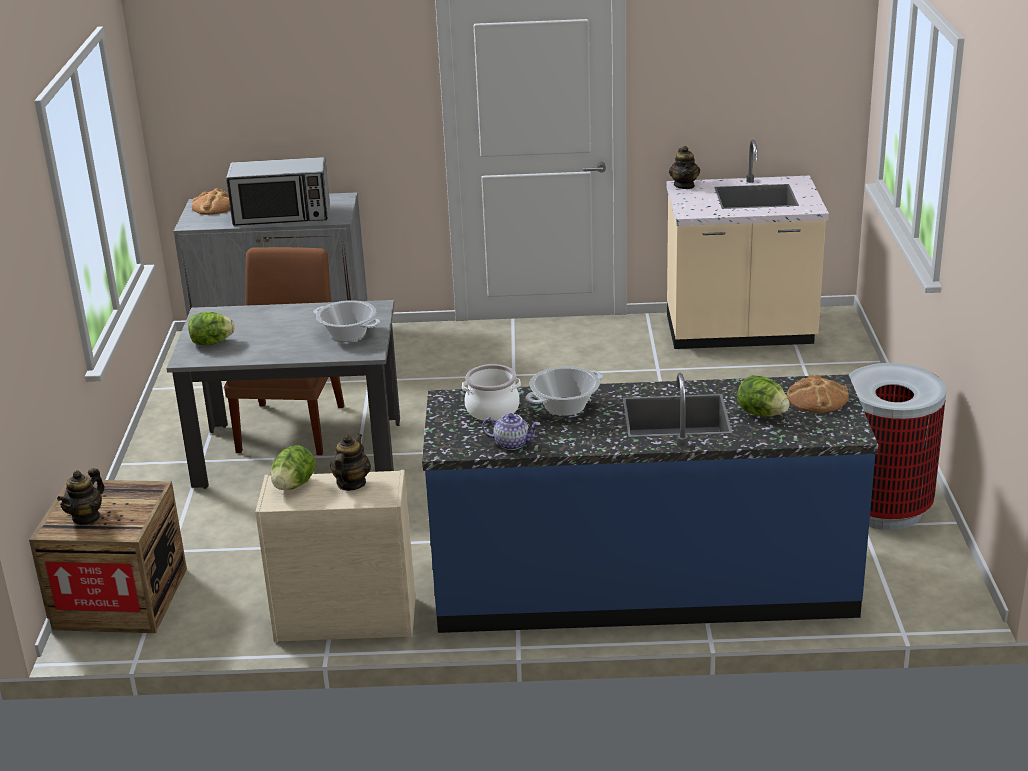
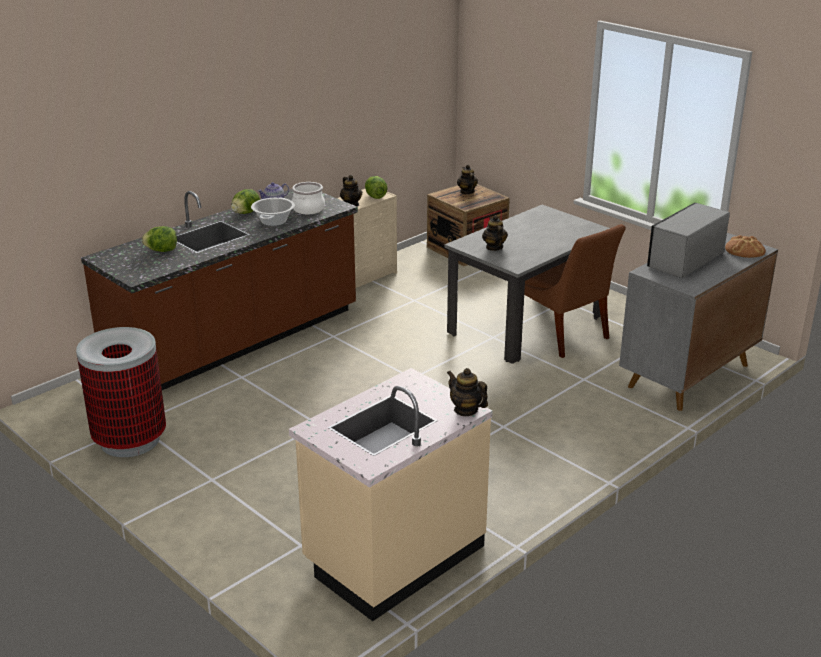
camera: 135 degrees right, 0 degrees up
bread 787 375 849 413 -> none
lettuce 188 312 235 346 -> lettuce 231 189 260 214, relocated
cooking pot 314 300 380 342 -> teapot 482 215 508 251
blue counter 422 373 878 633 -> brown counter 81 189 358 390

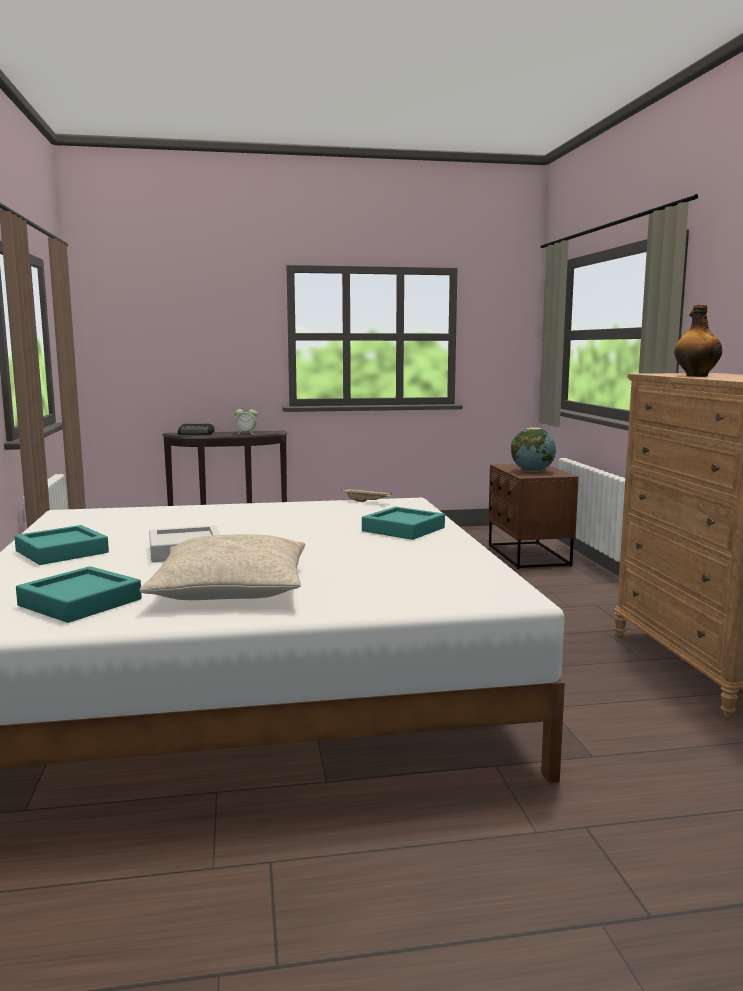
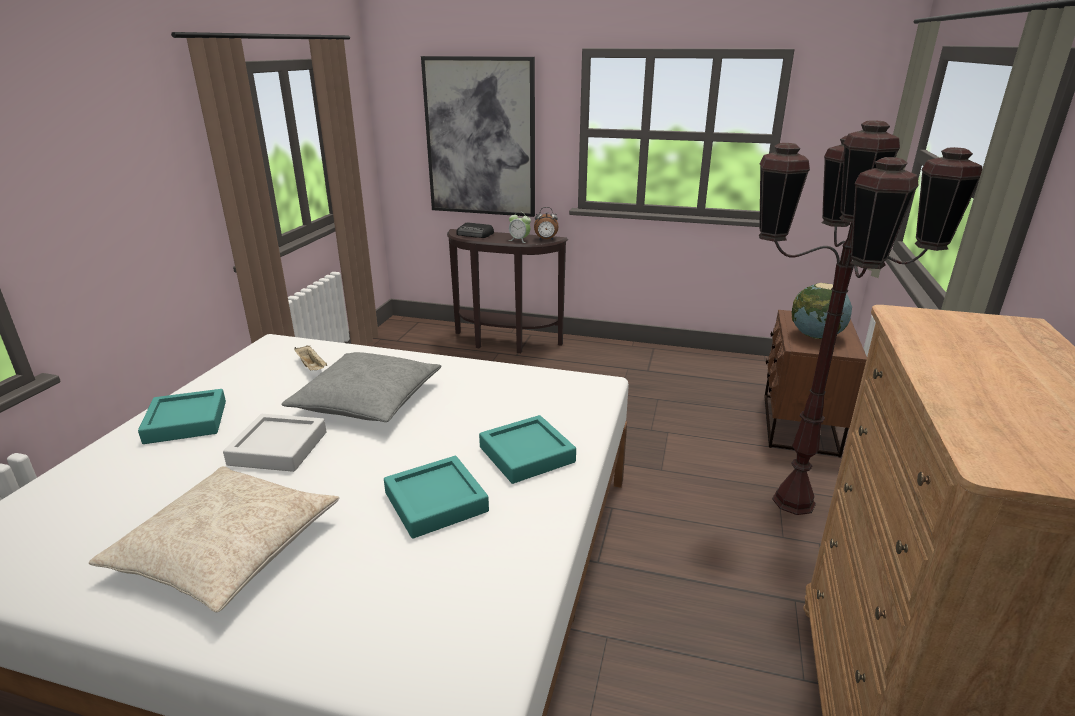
camera: 25 degrees right, 15 degrees up
bottle 674 305 722 377 -> none
none -> grey pillow 281 352 441 422
none -> picture 421 56 535 217
none -> alarm clock 534 207 558 240
none -> brown floor lamp 759 120 982 515
turquoise tray 16 566 142 623 -> turquoise tray 384 456 489 539, relocated
beige tray 341 488 392 502 -> beige tray 294 345 327 370, relocated

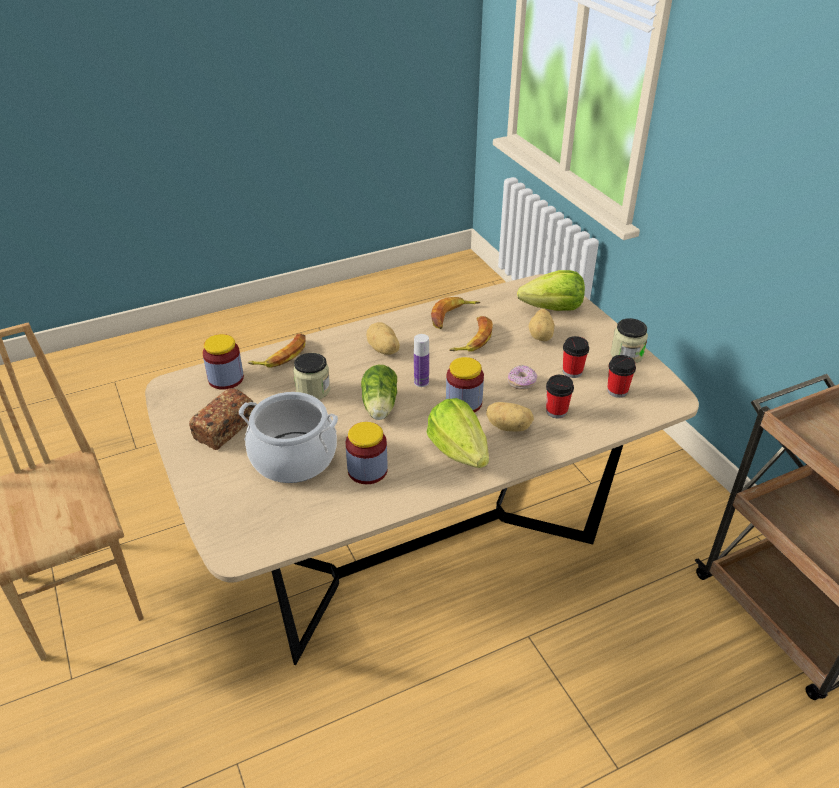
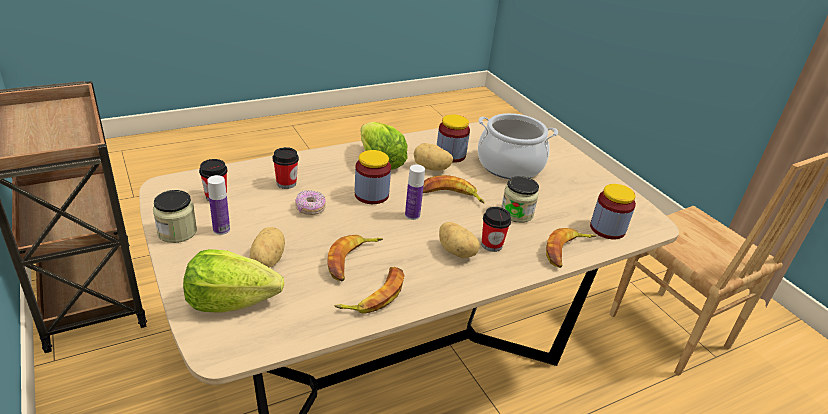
camera: 175 degrees right, 5 degrees down
bread 189 388 255 450 -> none
none -> bottle 207 175 230 235
potato 486 402 534 432 -> potato 414 143 453 171, relocated
cup 563 336 589 378 -> cup 481 207 511 252, relocated
lettuce 361 365 397 420 -> banana 423 175 485 203

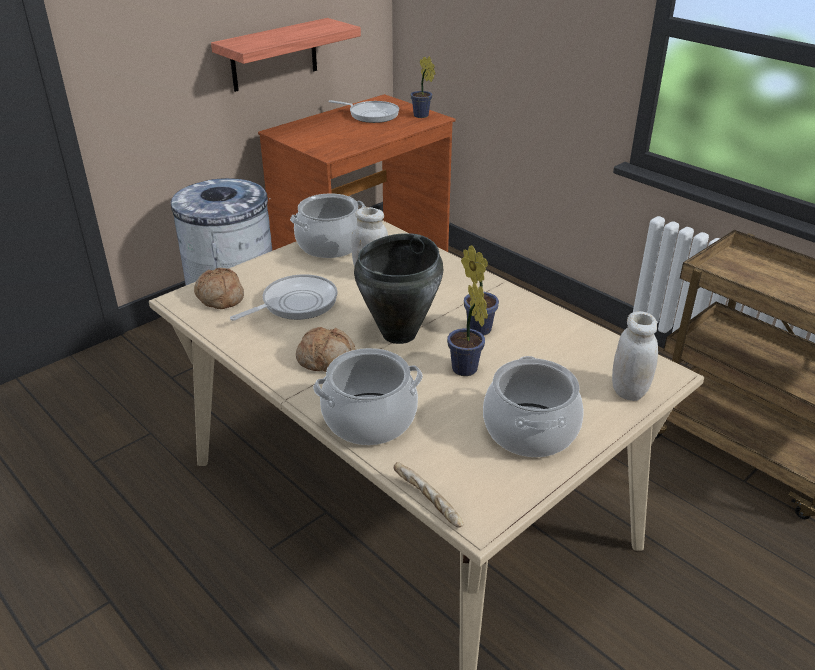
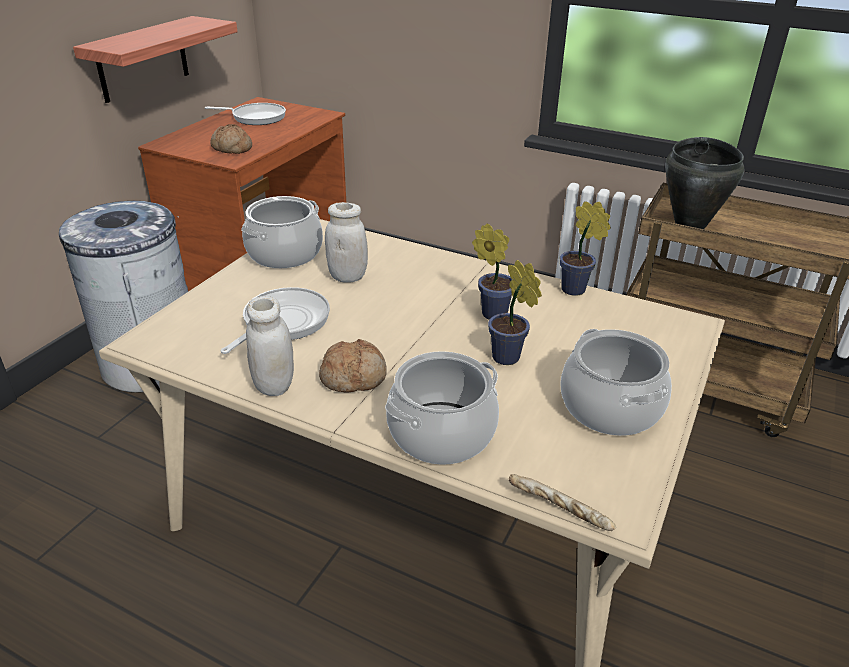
camera: 20 degrees left, 0 degrees up
bread 194 268 244 309 -> bread 210 124 252 154, relocated
black cooking pot 354 233 443 344 -> black cooking pot 665 137 744 229, relocated
potted plant 410 56 436 118 -> potted plant 560 201 611 296, relocated
white jar 612 311 658 401 -> white jar 246 296 294 396, relocated

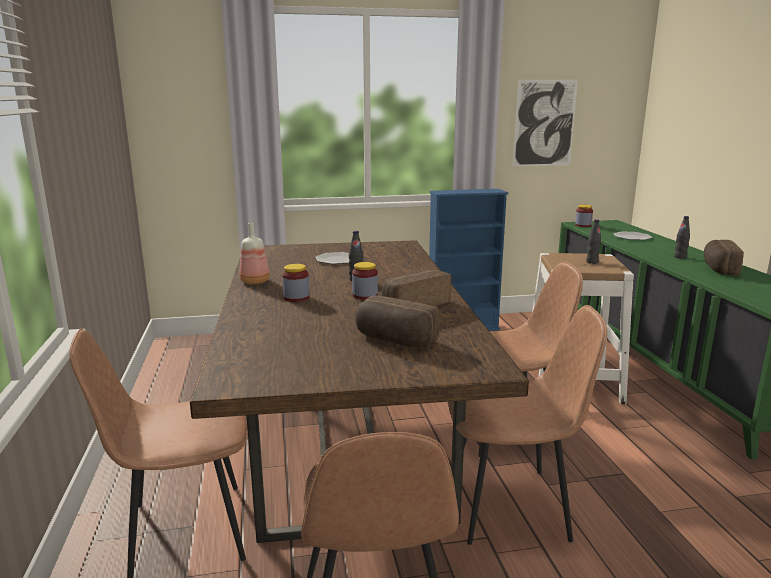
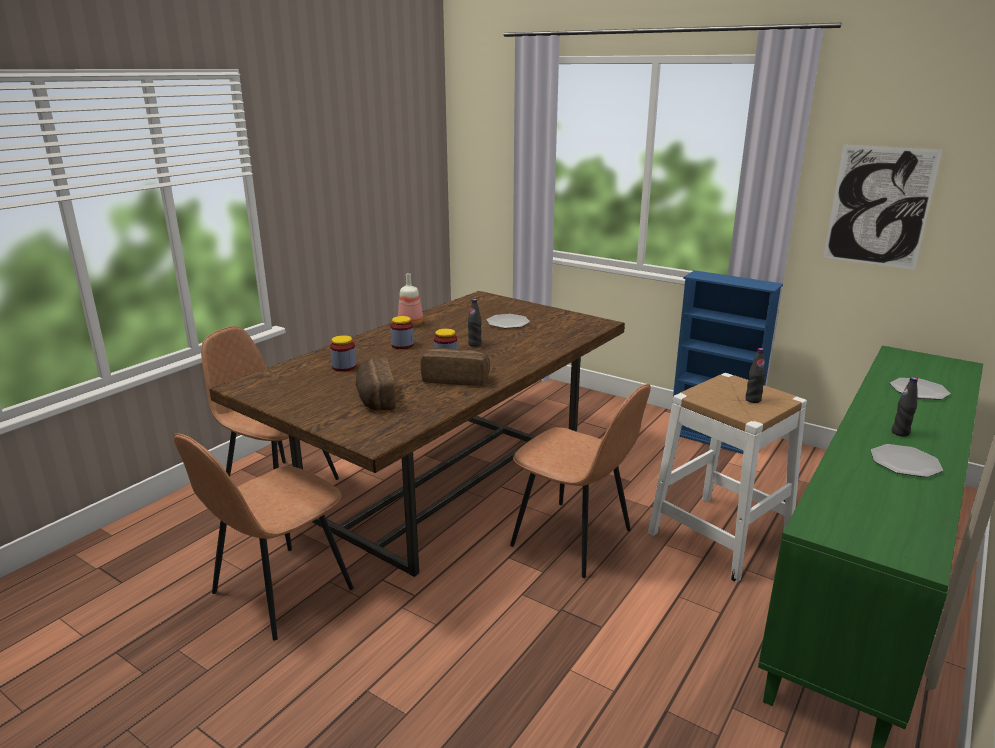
camera: 45 degrees right, 5 degrees up
brown chair 448 305 607 545 -> none
jar 575 205 593 227 -> jar 330 335 356 372, relocated
bread 704 240 744 276 -> plate 871 444 943 477

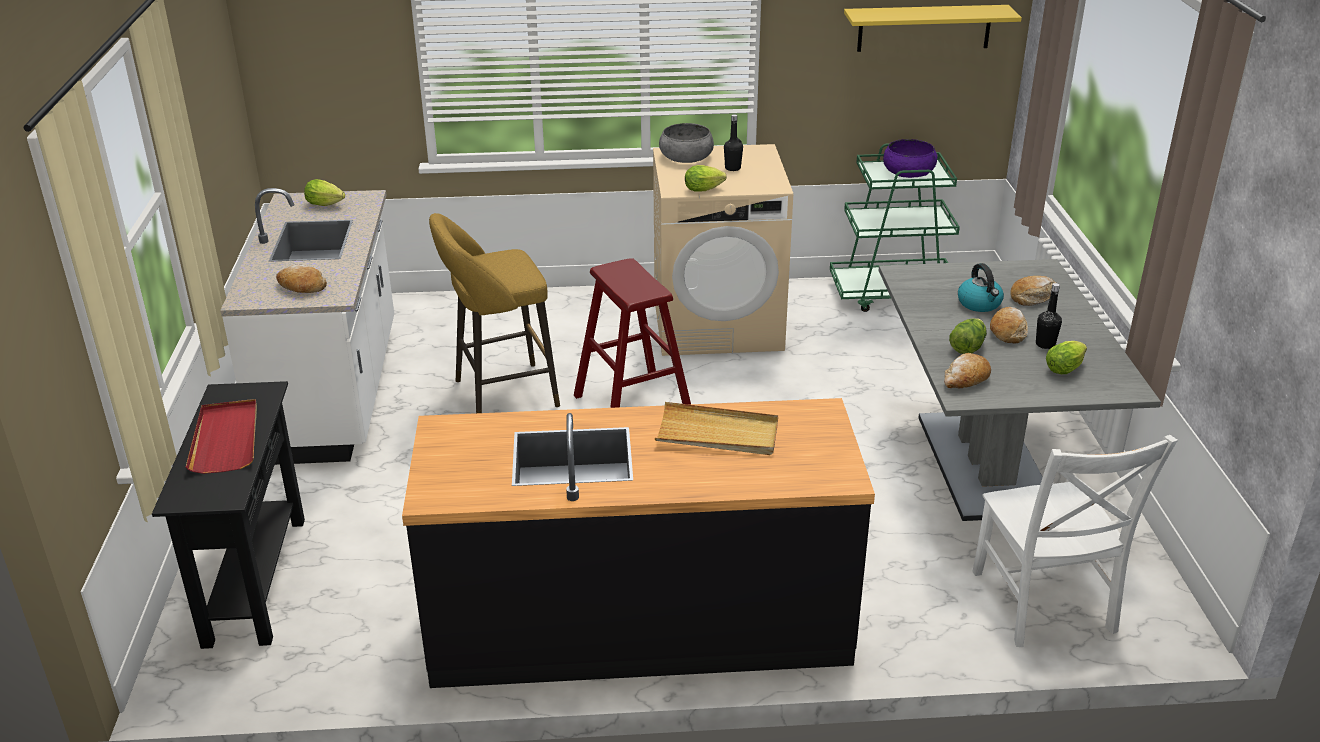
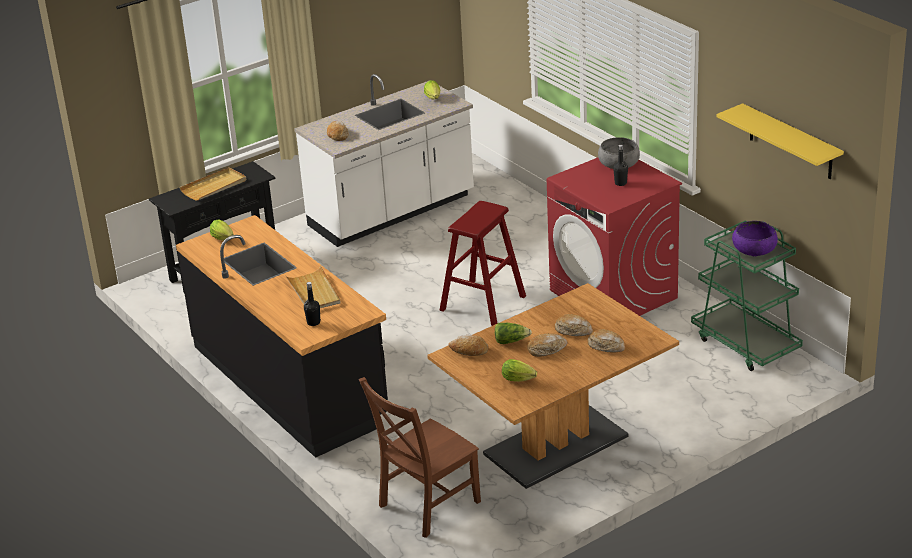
camera: 60 degrees right, 0 degrees up
yellow stool 429 213 560 413 -> none
lettuce 685 165 727 192 -> lettuce 210 219 234 241, relocated
black bottle 1036 283 1062 349 -> black bottle 304 282 321 326, relocated
kettle 958 263 1004 312 -> bread 555 314 593 336
red tray 186 399 257 474 -> beige tray 179 167 246 201
beige washing machine 653 144 793 356 -> red washing machine 547 158 682 316
grey dining table 879 259 1161 521 -> brown dining table 427 283 679 489
white chair 972 435 1178 647 -> brown chair 359 377 481 538

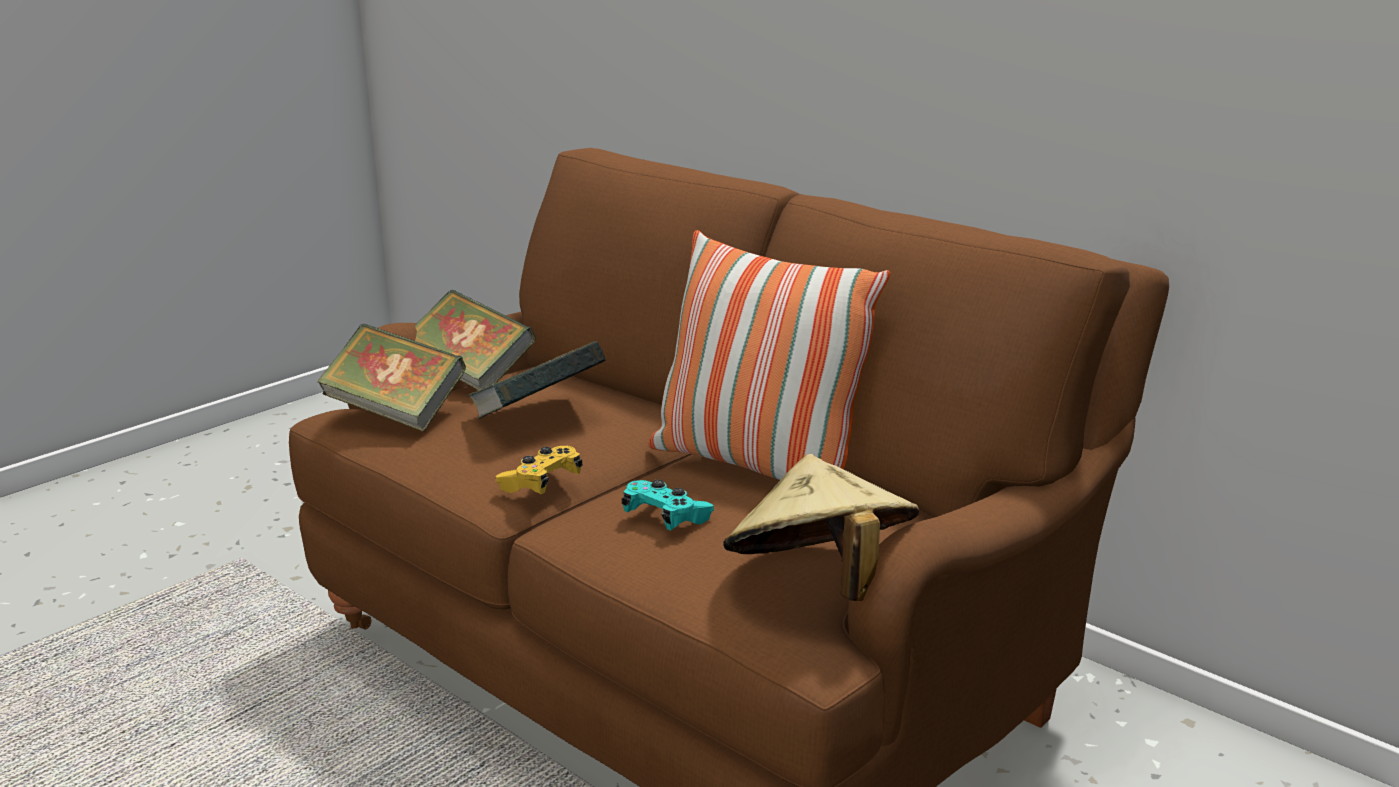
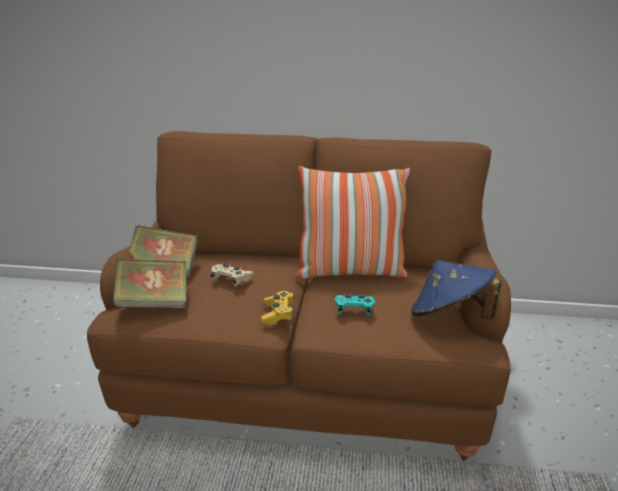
camera: 35 degrees left, 5 degrees up
book 467 341 606 419 -> beige game controller 211 263 253 286
beige hat 723 454 919 601 -> blue hat 411 260 502 319

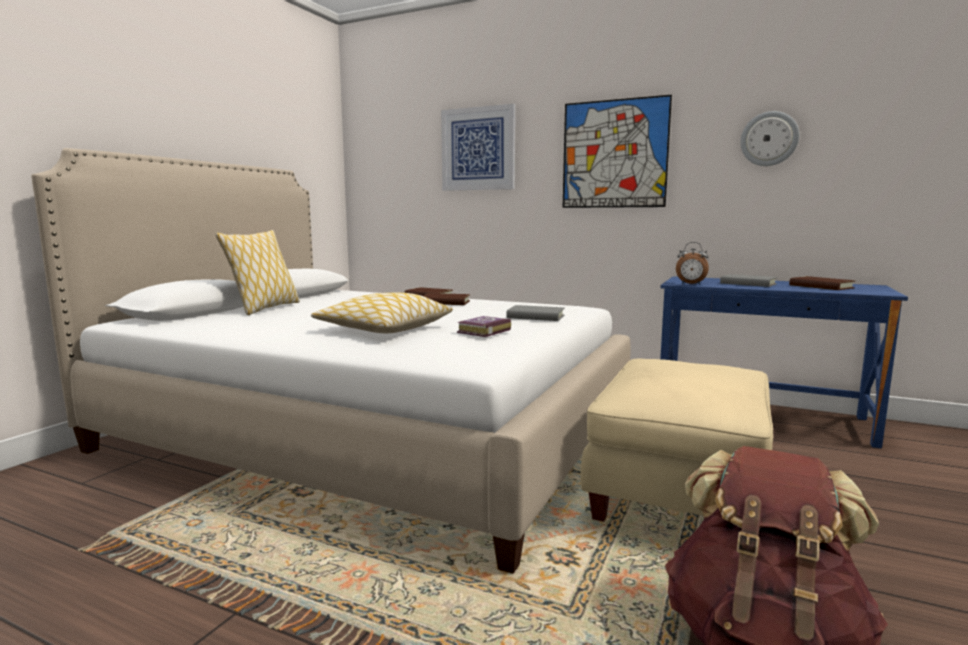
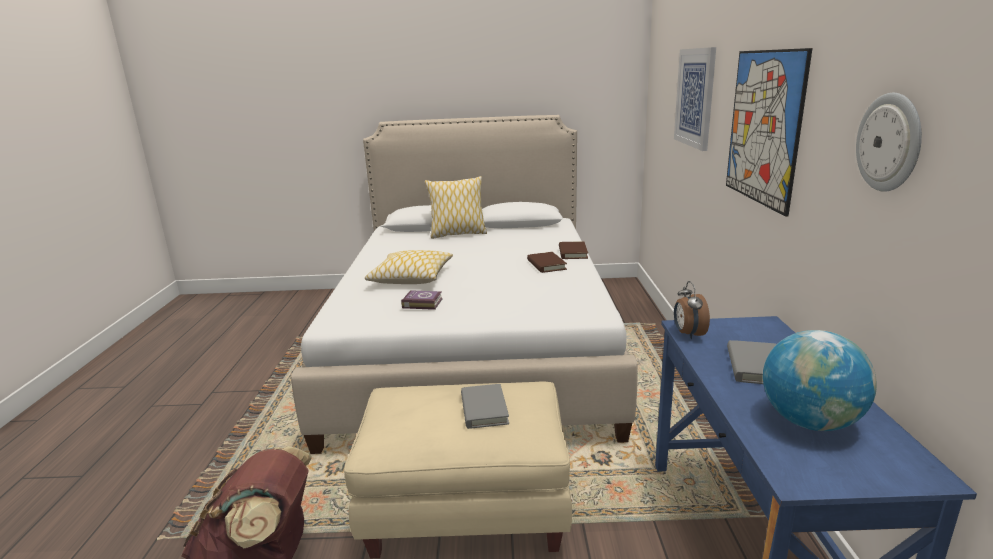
camera: 65 degrees right, 10 degrees up
grey book 506 305 565 321 -> grey book 461 384 509 429, relocated
brown book 789 276 855 290 -> globe 763 330 877 431

